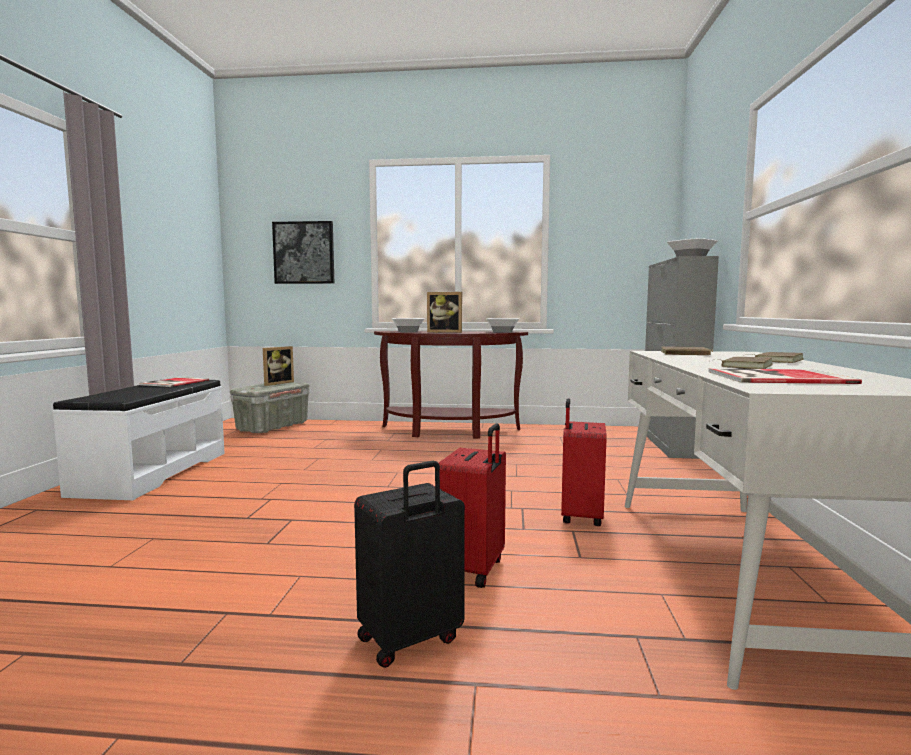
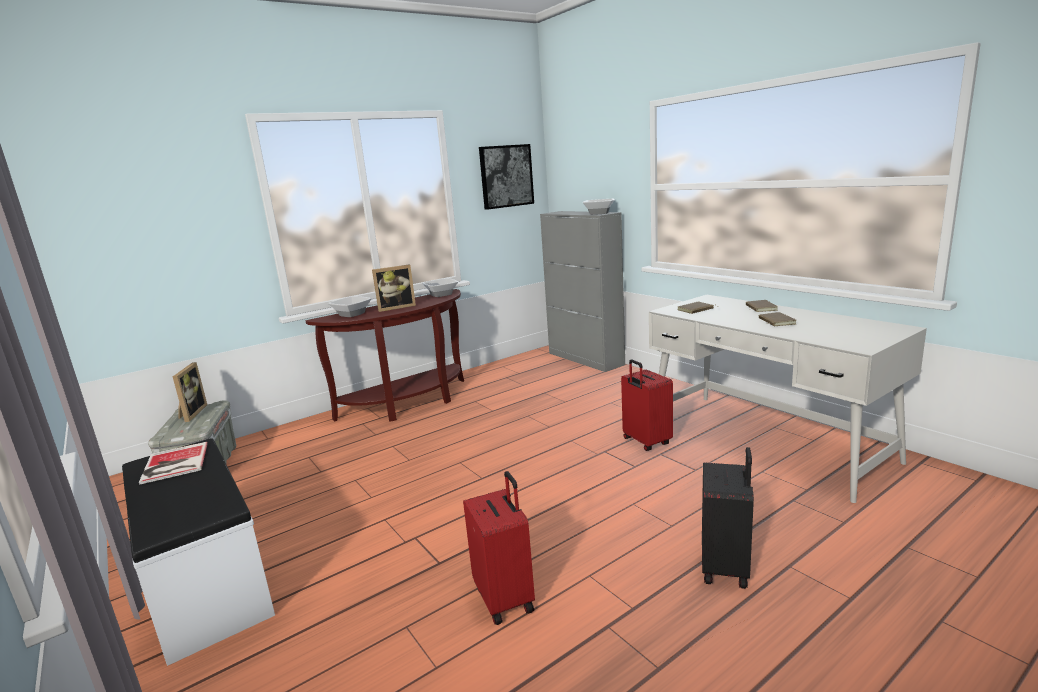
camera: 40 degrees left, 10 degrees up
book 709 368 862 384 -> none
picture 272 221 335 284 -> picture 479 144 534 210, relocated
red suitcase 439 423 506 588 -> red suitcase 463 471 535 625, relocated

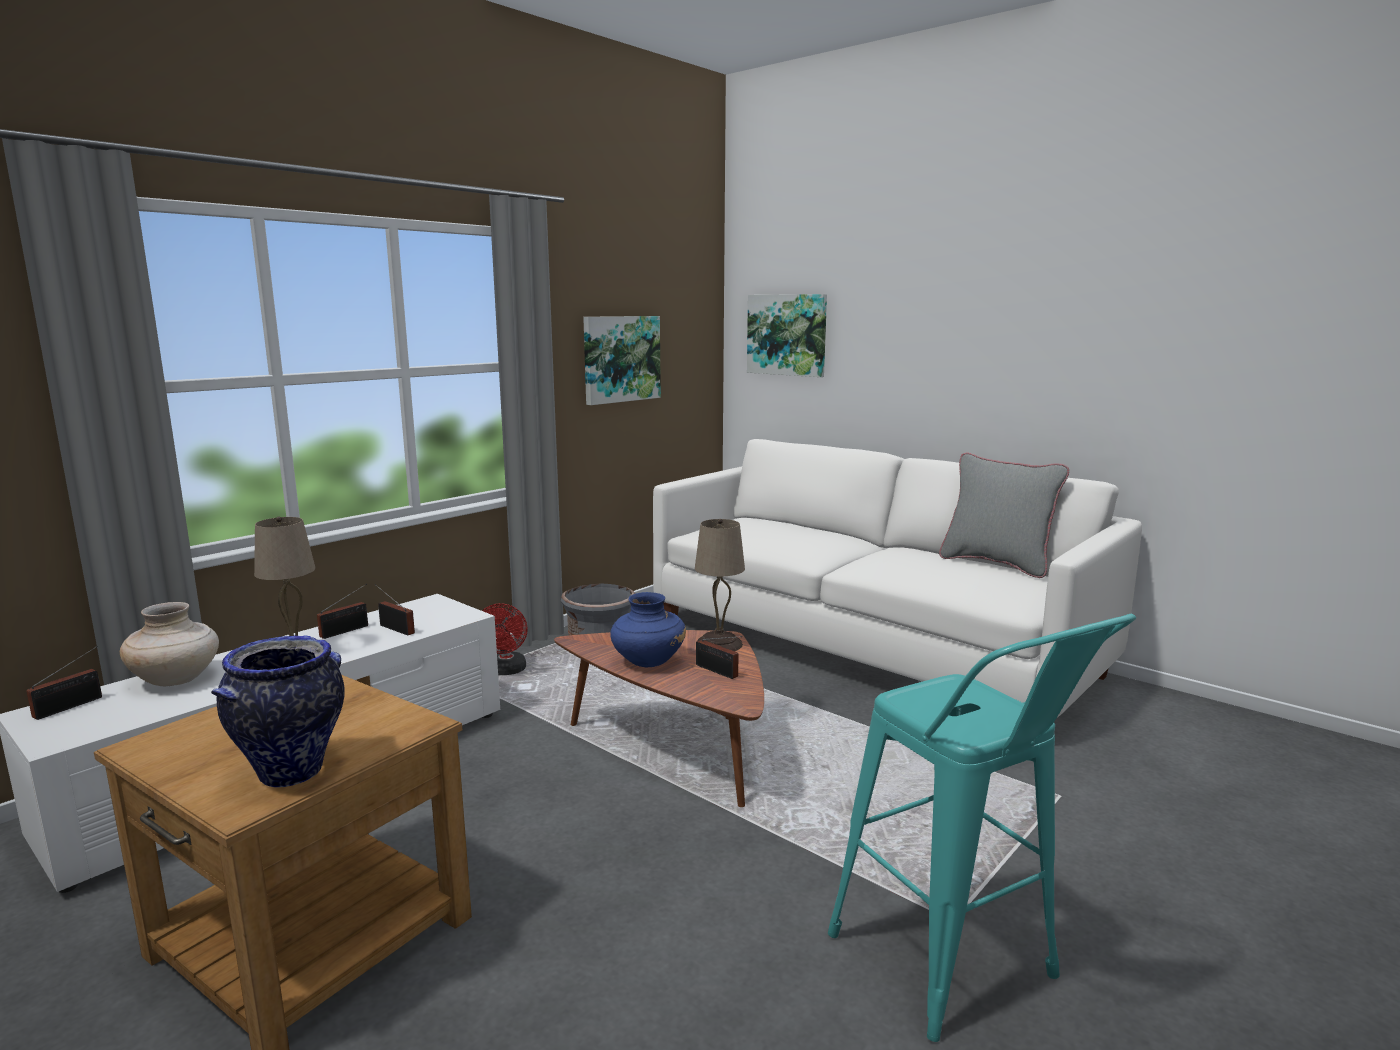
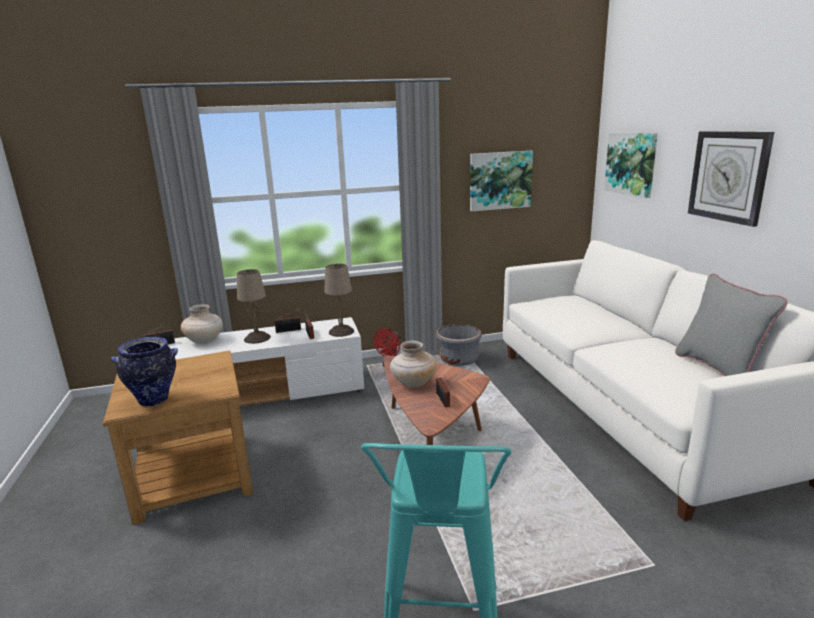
camera: 35 degrees right, 5 degrees up
none -> wall clock 688 131 774 227
beige table lamp 695 519 745 651 -> beige table lamp 324 264 354 337, relocated
blue vase 610 592 686 667 -> beige vase 390 341 436 387

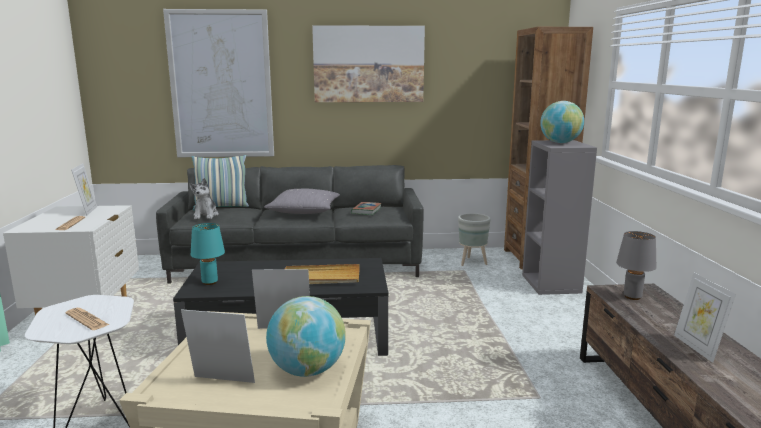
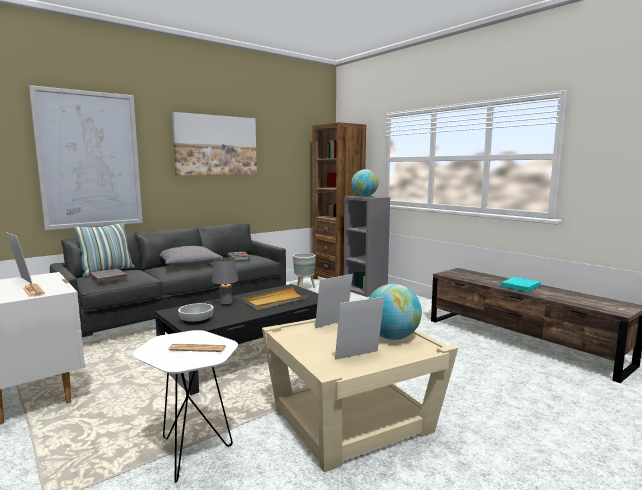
camera: 35 degrees left, 5 degrees down
grey table lamp 616 231 656 300 -> grey table lamp 212 257 238 306, relocated
plush toy 189 178 219 219 -> grey book 90 269 127 283
turquoise table lamp 191 223 225 285 -> bowl 178 303 213 325
picture frame 674 273 736 363 -> turquoise book 501 277 541 292

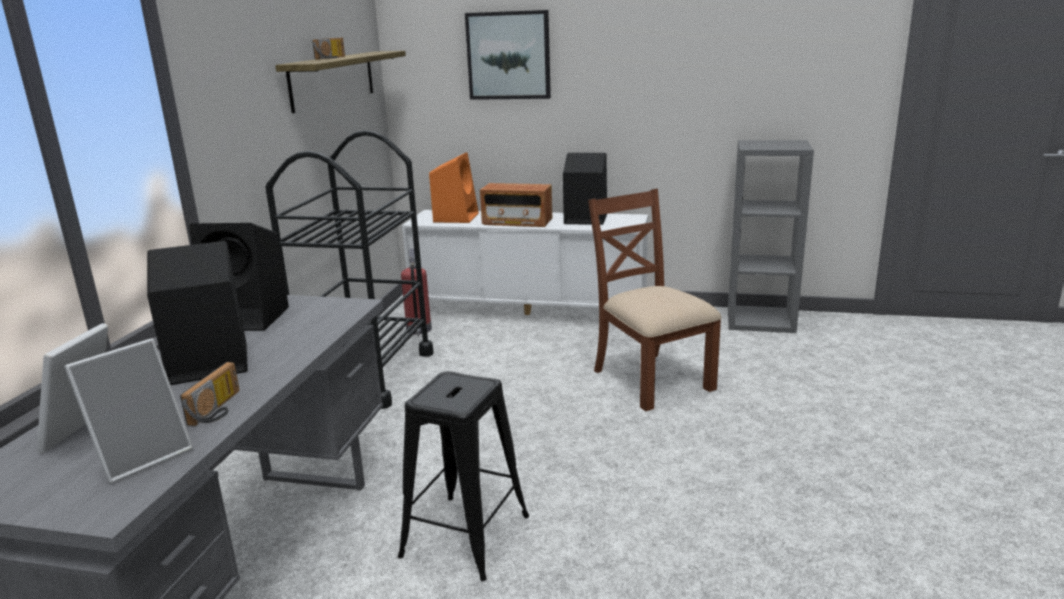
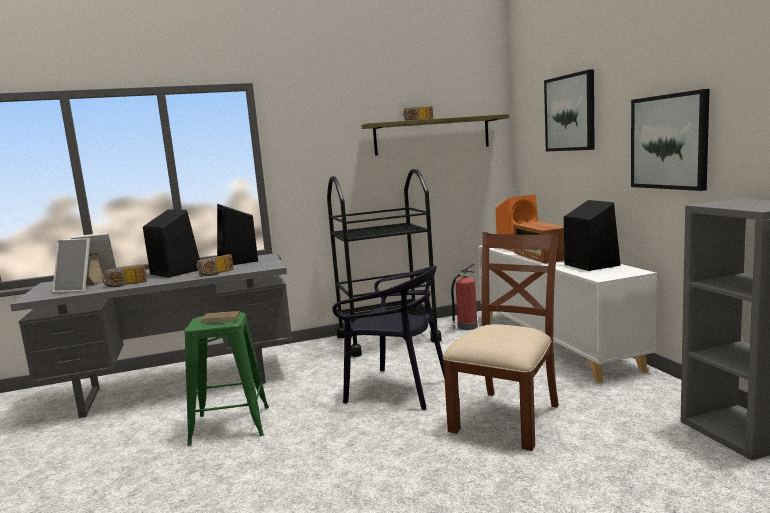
camera: 60 degrees right, 10 degrees down
none -> radio 197 254 233 277
none -> brown book 200 311 240 324
none -> black chair 332 266 444 410
none -> picture 631 89 710 191
black stool 398 371 529 581 -> green stool 184 312 269 446

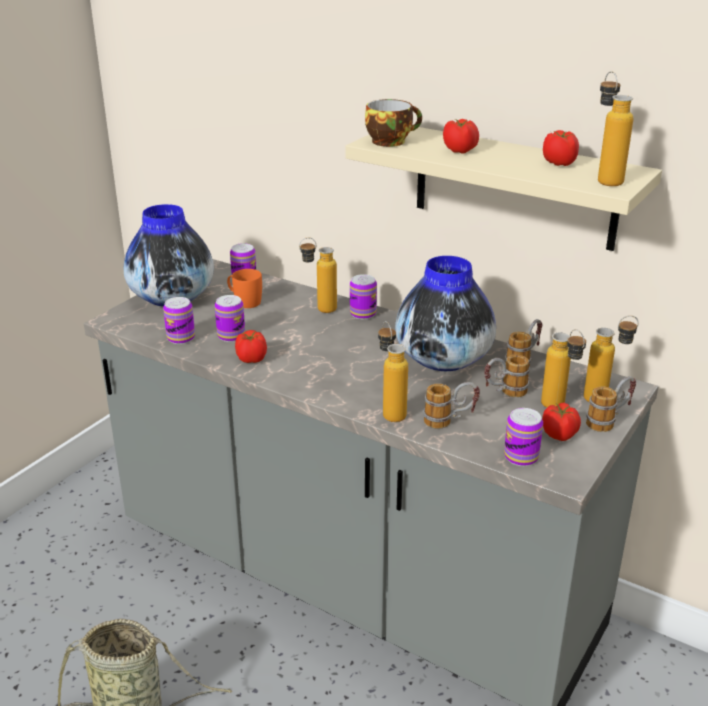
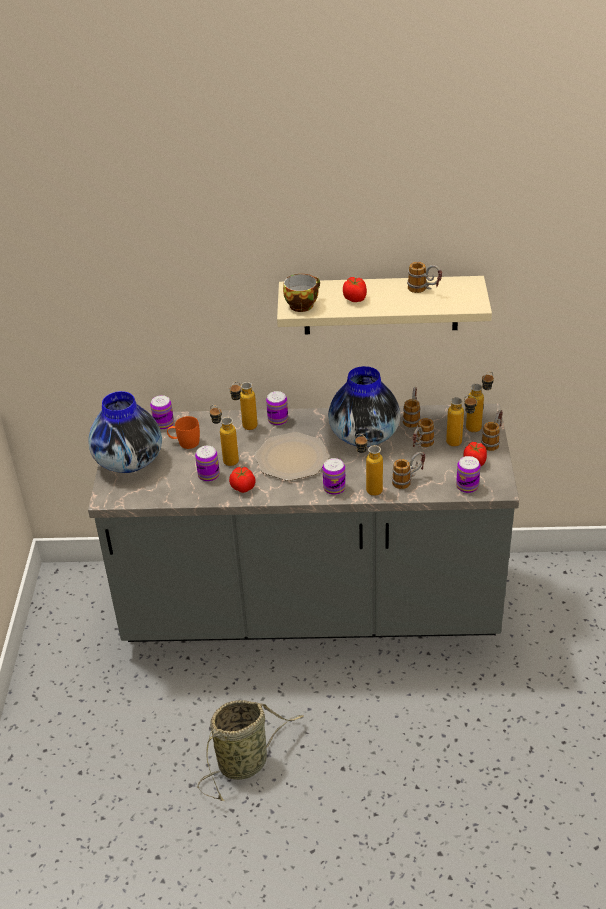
camera: 30 degrees left, 10 degrees up
none -> plate 255 432 330 481
can 163 297 195 344 -> can 323 458 346 495, relocated
bottle 598 71 633 186 -> bottle 210 405 239 466, relocated
tomato 543 130 579 166 -> mug 407 262 442 293

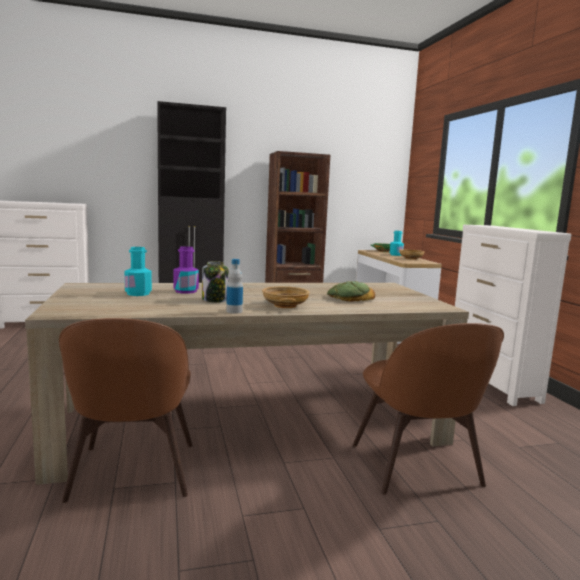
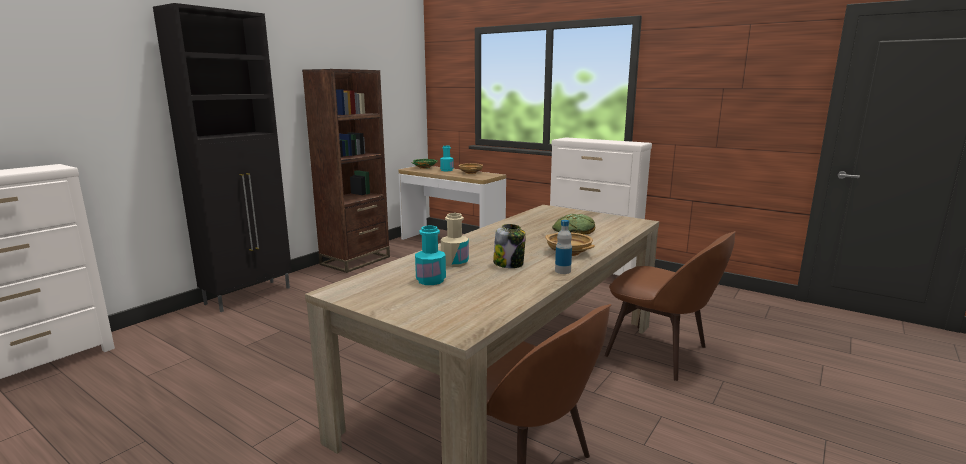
camera: 40 degrees left, 5 degrees up
purple bottle 174 246 199 294 -> beige bottle 441 213 469 267

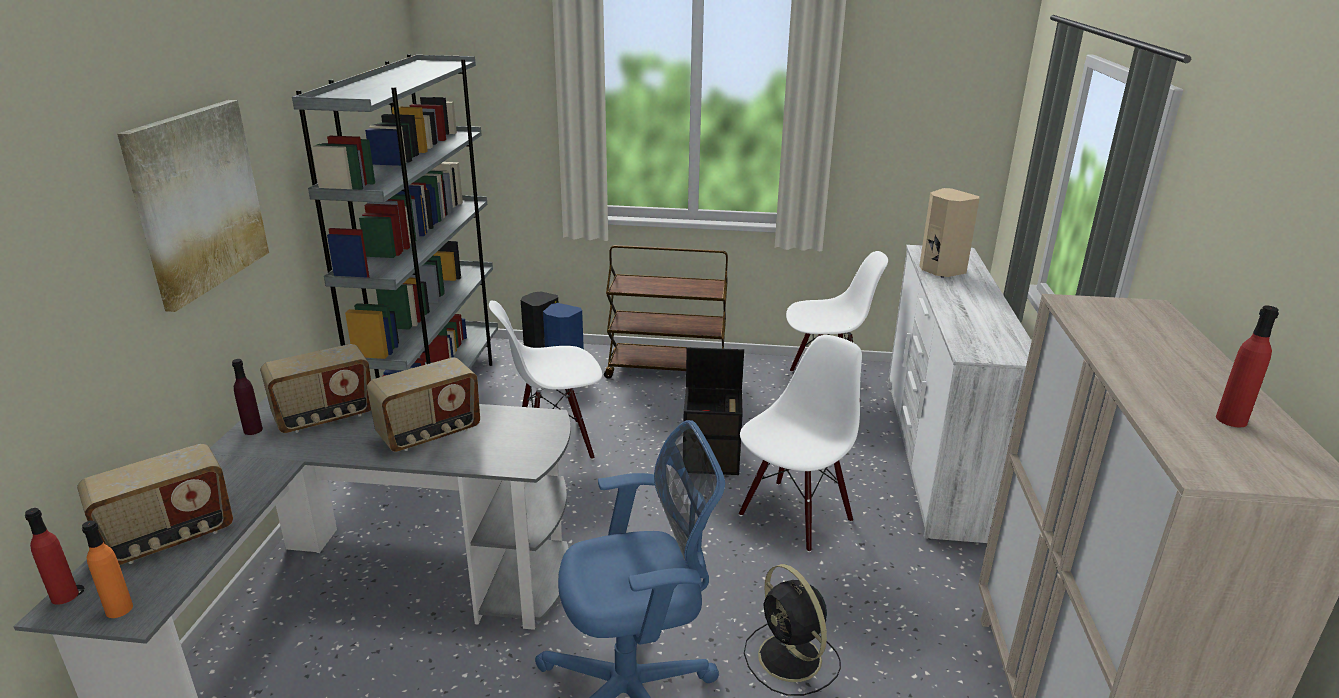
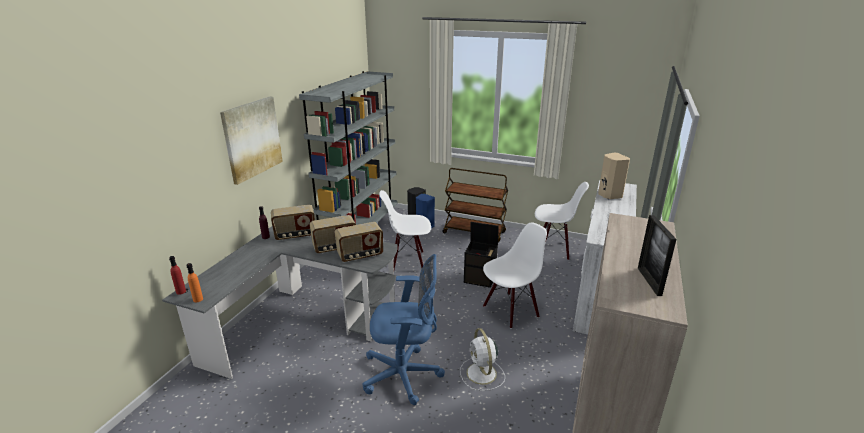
camera: 15 degrees right, 0 degrees up
radio 77 444 233 565 -> radio 334 222 383 262, relocated
red bottle 1216 306 1279 427 -> picture frame 638 215 677 296
black fan 744 564 841 696 -> white fan 460 328 505 391

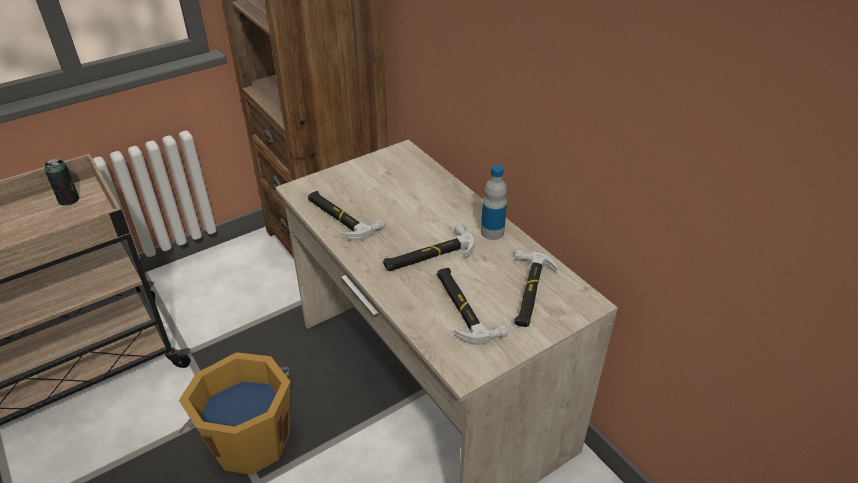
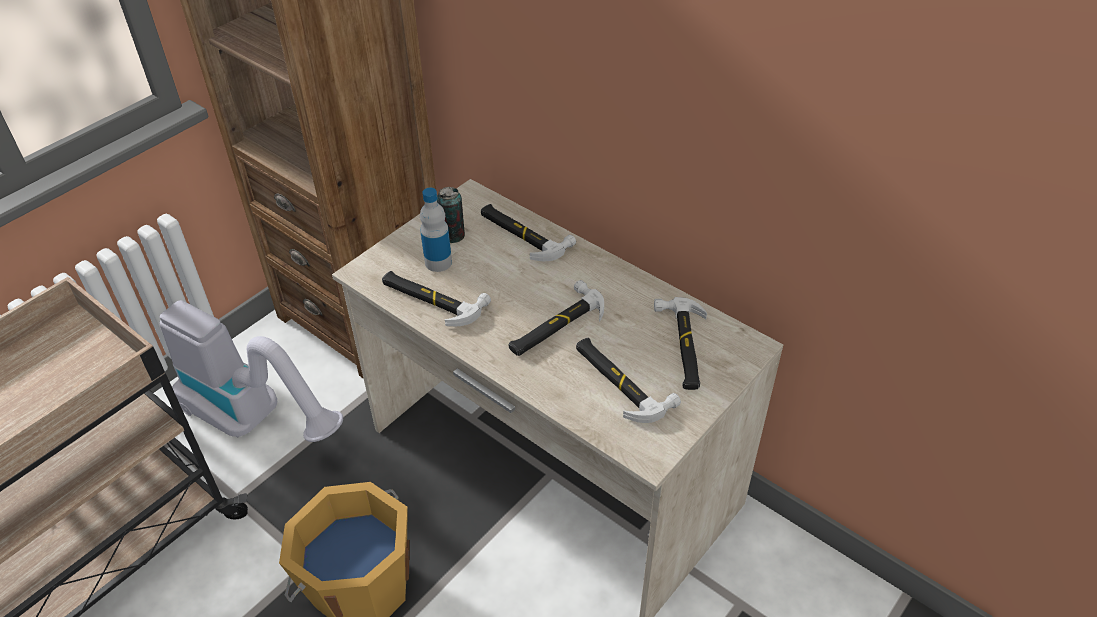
camera: 15 degrees left, 5 degrees up
none -> vacuum cleaner 159 300 343 442
none -> hammer 481 204 576 261
can 44 158 79 206 -> can 437 187 465 243, relocated
bottle 481 165 507 240 -> bottle 420 188 452 272, relocated

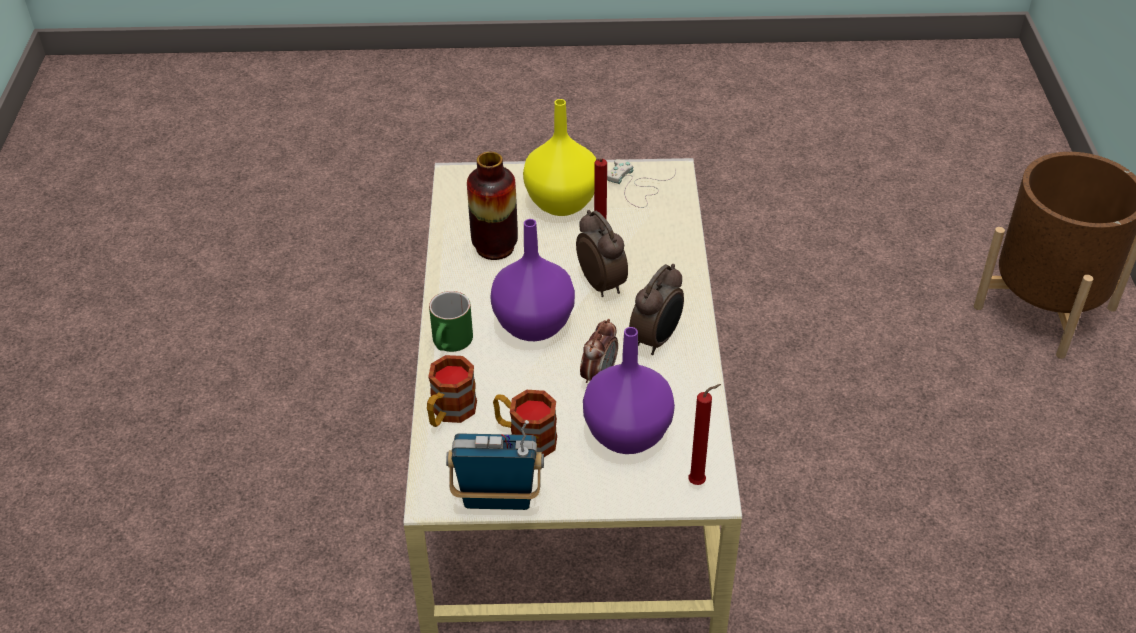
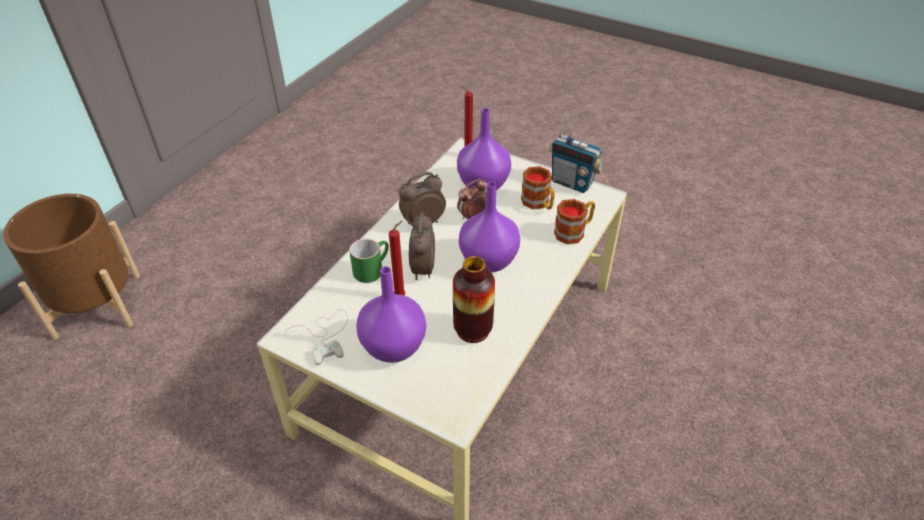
camera: 150 degrees left, 0 degrees up
green mug 429 291 473 352 -> green mug 349 238 389 283, relocated
yellow vase 523 99 596 216 -> purple vase 356 266 426 363

